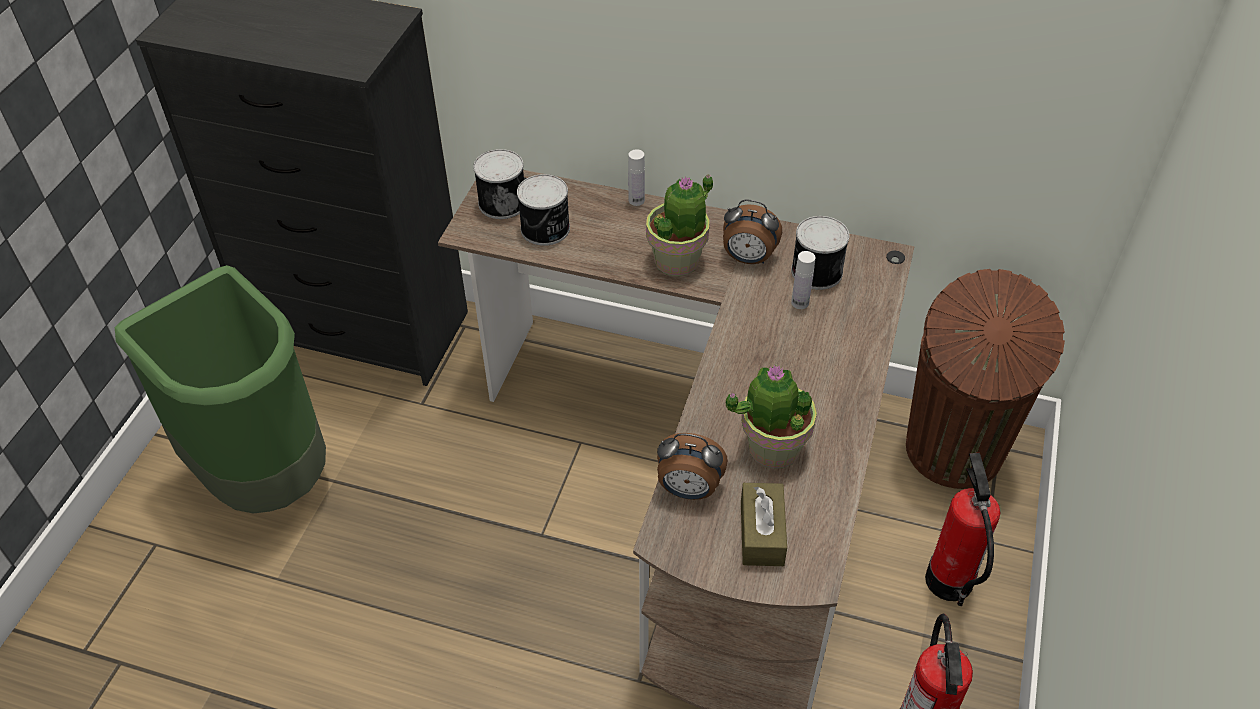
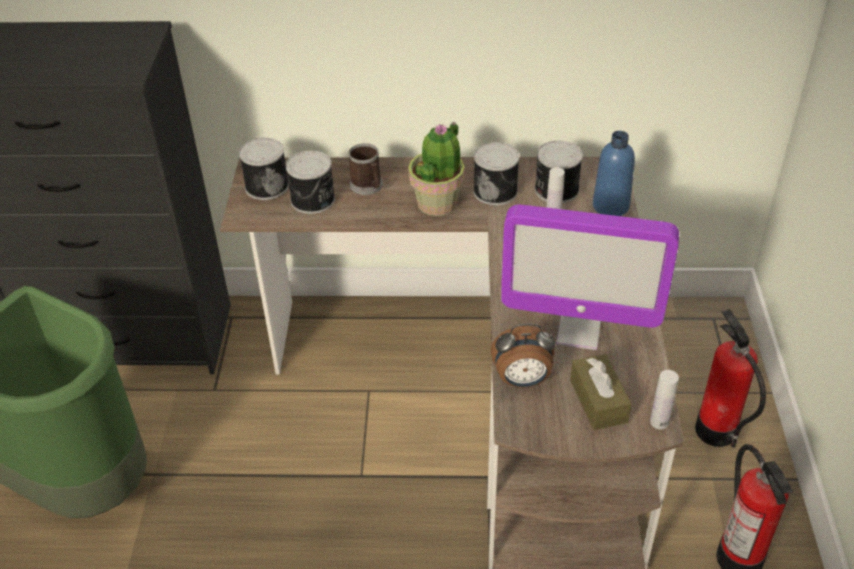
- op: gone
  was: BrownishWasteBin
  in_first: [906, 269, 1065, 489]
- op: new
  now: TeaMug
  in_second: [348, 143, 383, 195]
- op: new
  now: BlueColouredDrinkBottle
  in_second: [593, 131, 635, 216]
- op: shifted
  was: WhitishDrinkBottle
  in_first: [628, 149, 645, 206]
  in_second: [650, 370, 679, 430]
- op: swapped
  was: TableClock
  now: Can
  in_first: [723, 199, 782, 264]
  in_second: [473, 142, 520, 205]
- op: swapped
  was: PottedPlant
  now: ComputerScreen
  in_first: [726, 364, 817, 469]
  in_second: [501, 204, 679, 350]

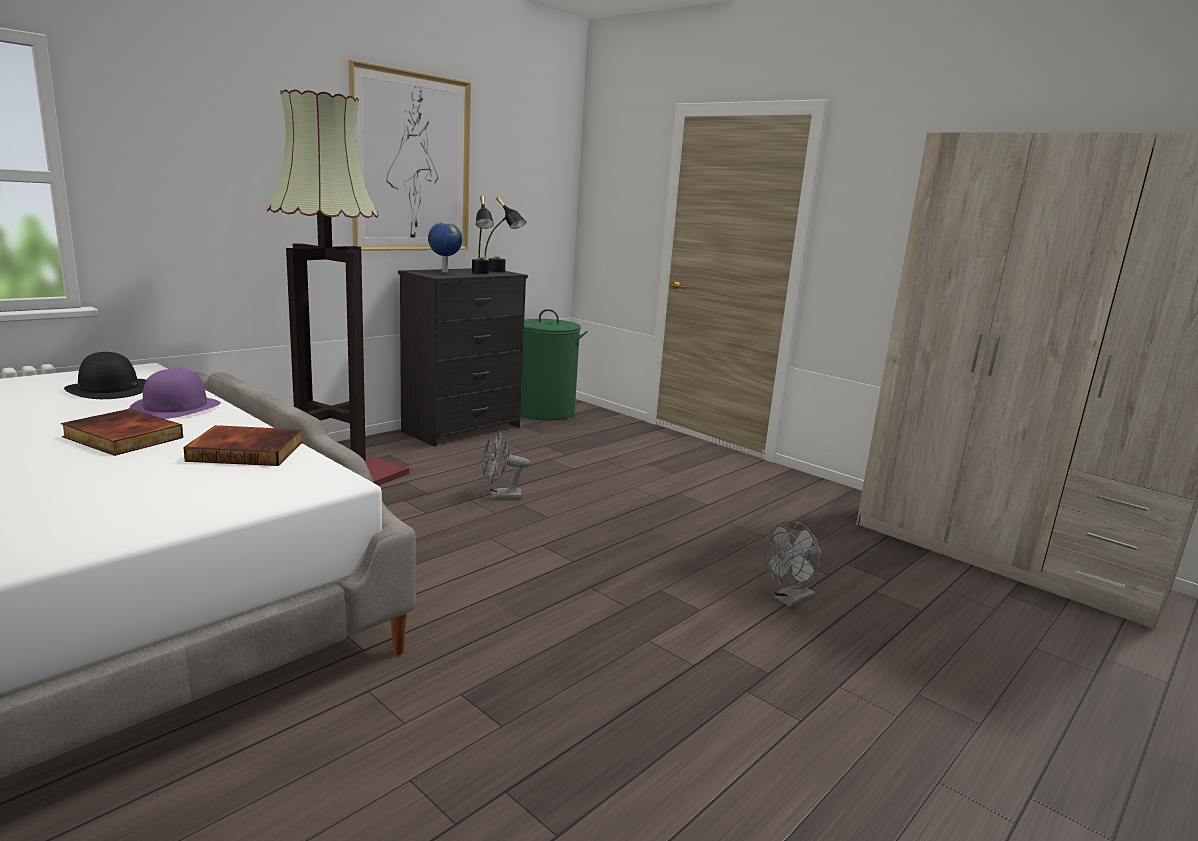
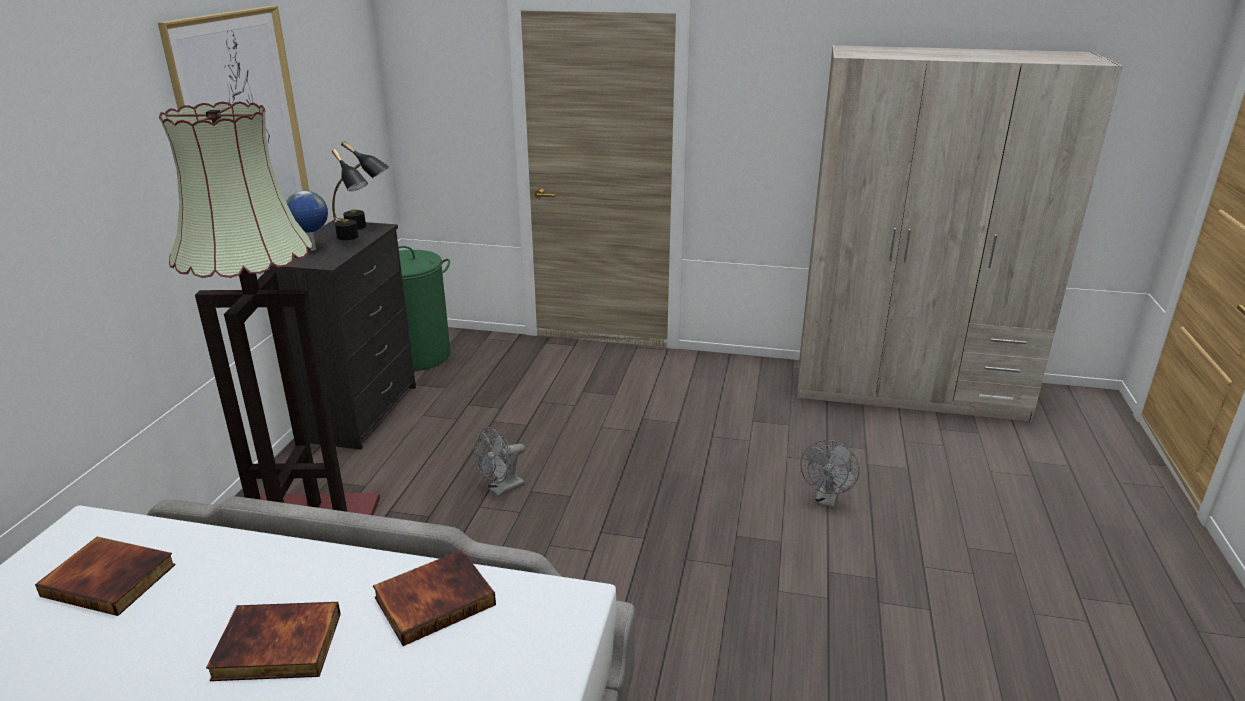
- op: gone
  was: PurpleHat
  in_first: [129, 368, 221, 419]
- op: swapped
  was: BlackishHat
  now: Volume
  in_first: [64, 352, 146, 399]
  in_second: [35, 537, 176, 616]

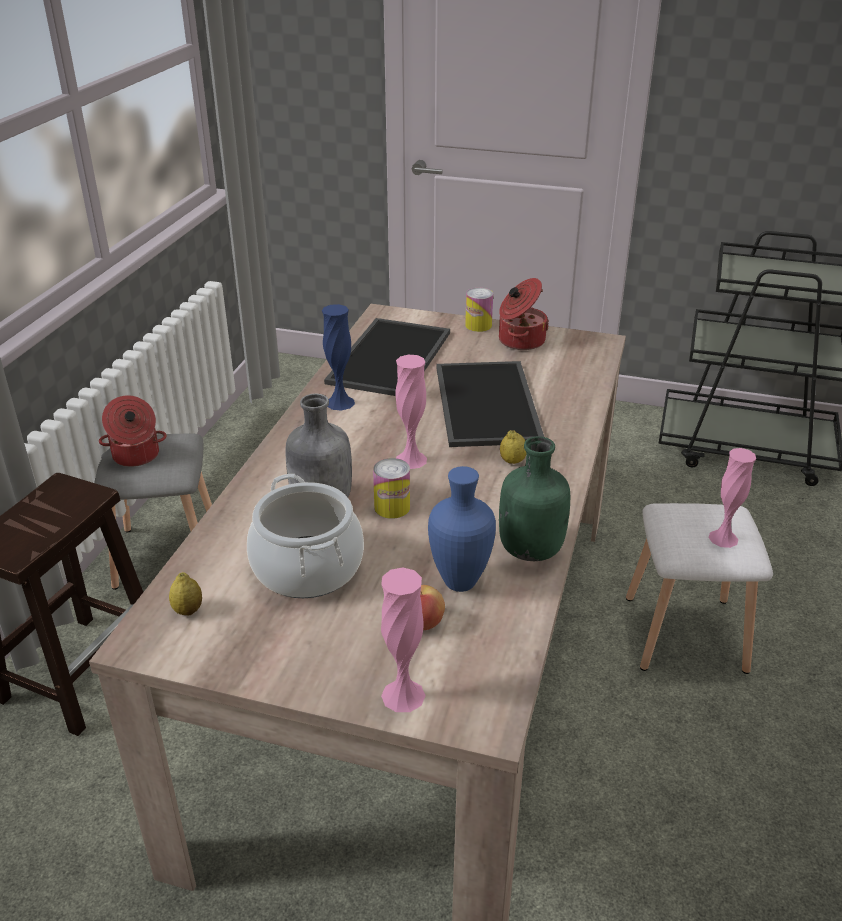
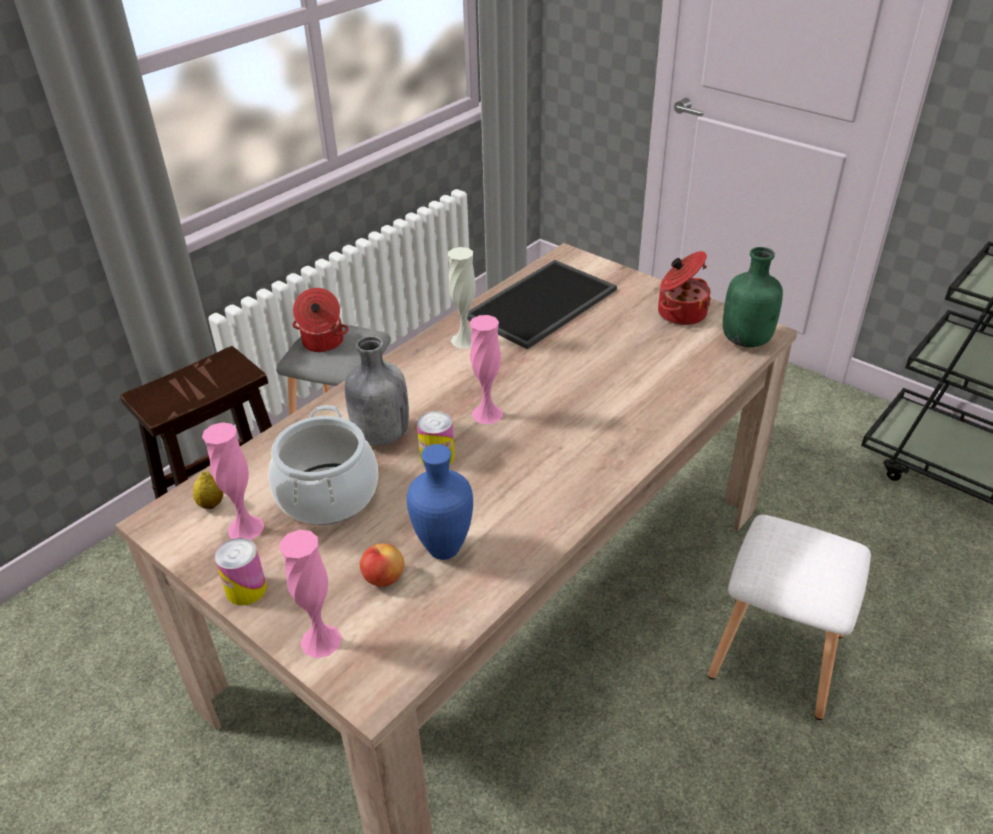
- op: gone
  was: ServingTray
  in_first: [436, 361, 544, 447]
- op: gone
  was: CitrusFruit
  in_first: [500, 430, 526, 464]
- op: shifted
  was: Can
  in_first: [465, 288, 493, 332]
  in_second: [214, 538, 267, 605]
- op: shifted
  was: GreenDrinkBottle
  in_first: [499, 436, 570, 561]
  in_second: [723, 247, 783, 347]
- op: shifted
  was: PinkishDecorativeVase
  in_first: [709, 448, 756, 548]
  in_second: [202, 422, 264, 540]
- op: repainted
  was: BlueColouredDecorativeVase
  now: WhitishDecorativeVase
  in_first: [322, 304, 355, 411]
  in_second: [448, 247, 476, 348]

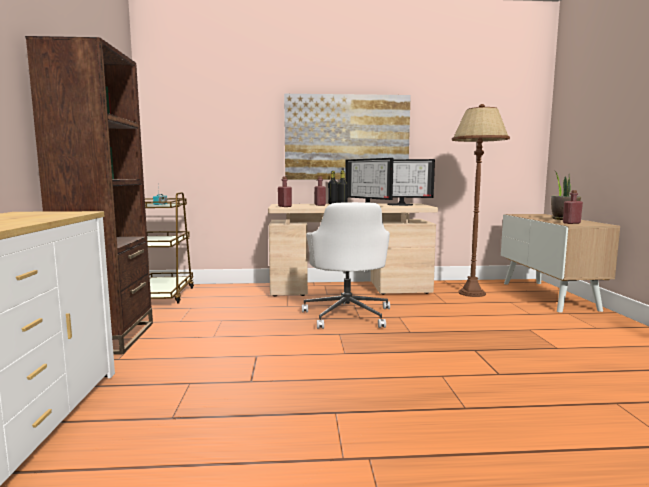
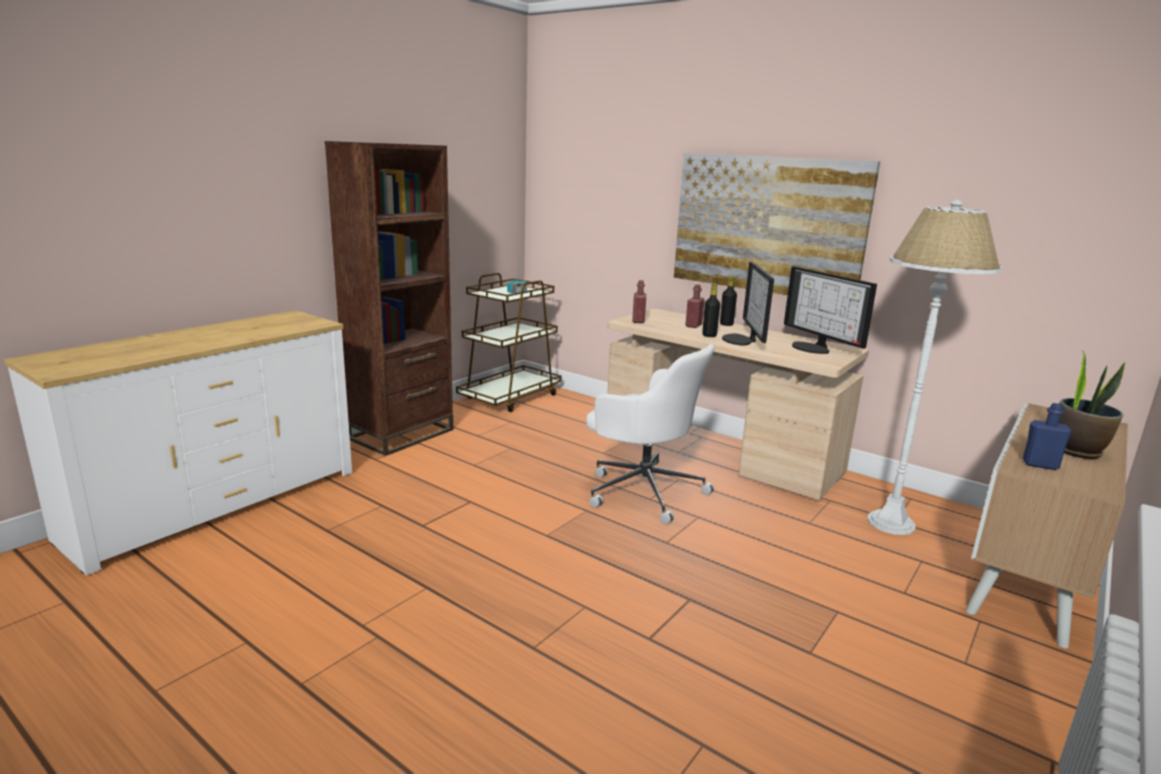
- op: repainted
  was: BrownishFloorLamp
  now: WhitishFloorLamp
  in_first: [452, 104, 510, 297]
  in_second: [867, 200, 1002, 535]
- op: repainted
  was: RedColouredDrinkBottle
  now: BlueColouredDrinkBottle
  in_first: [563, 190, 583, 224]
  in_second: [1023, 403, 1072, 470]
- op: rotated
  was: WhitishComputerChair
  in_first: [302, 202, 390, 329]
  in_second: [586, 344, 714, 524]
  clockwise: -90

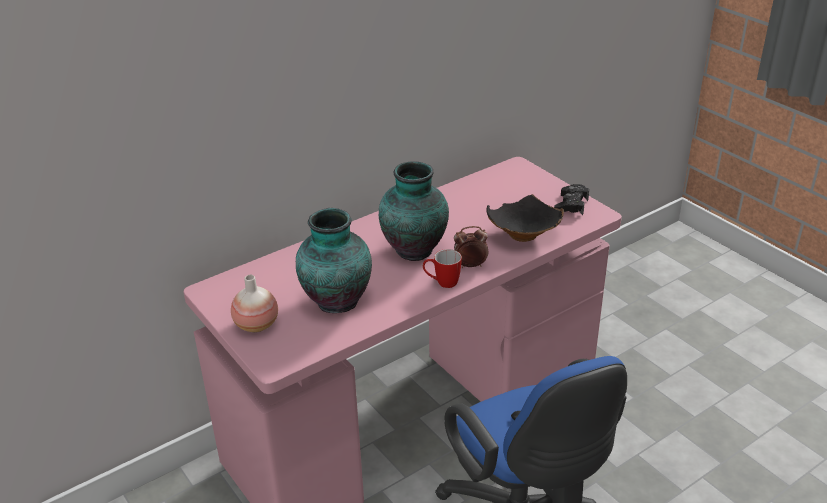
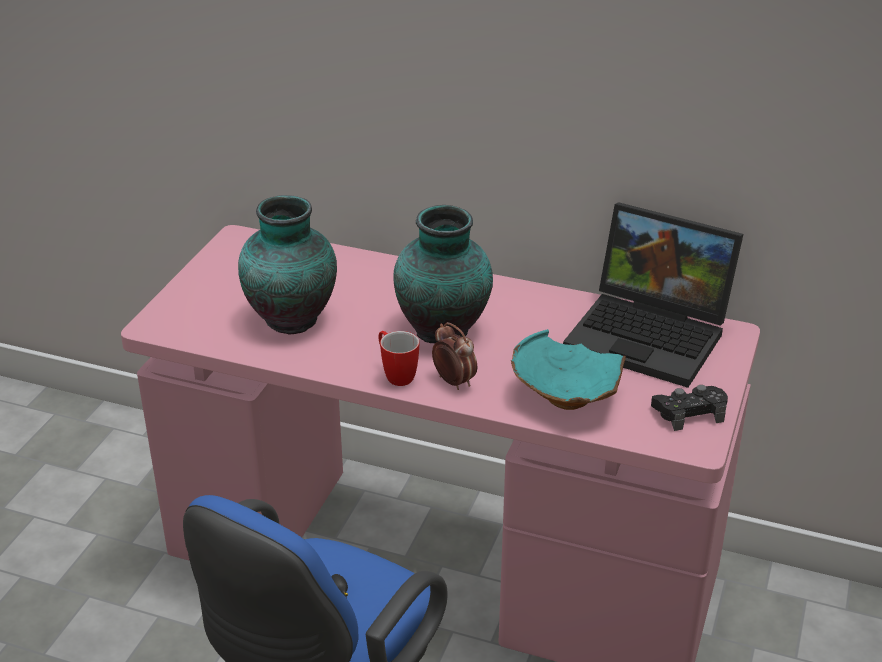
- op: gone
  was: DecorativeVase
  in_first: [231, 275, 278, 332]
- op: new
  now: Laptop
  in_second: [563, 202, 743, 388]
- op: repainted
  was: BlackishBowl
  now: TurquoiseBowl
  in_first: [486, 194, 564, 242]
  in_second: [511, 329, 626, 410]

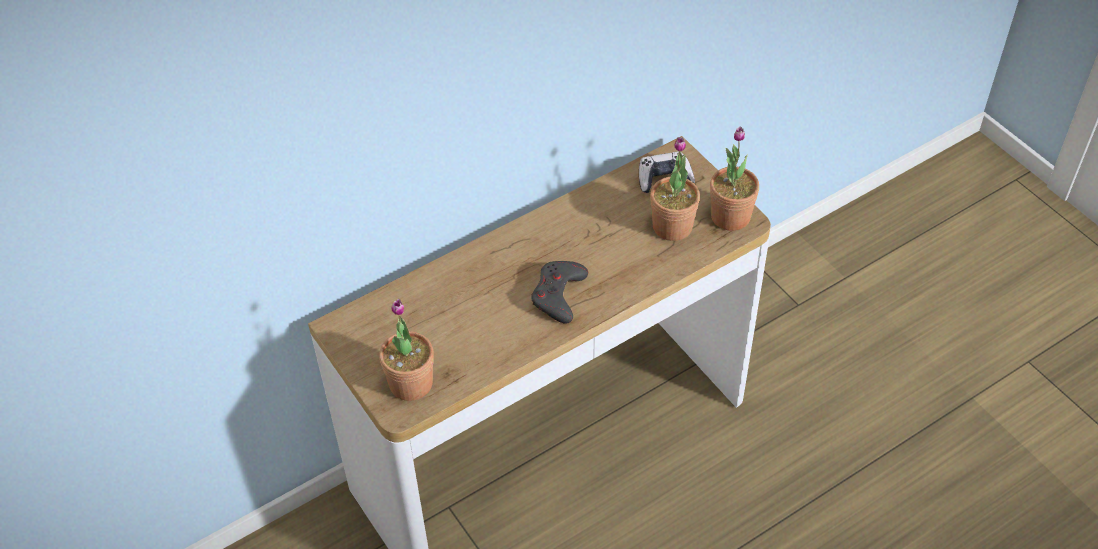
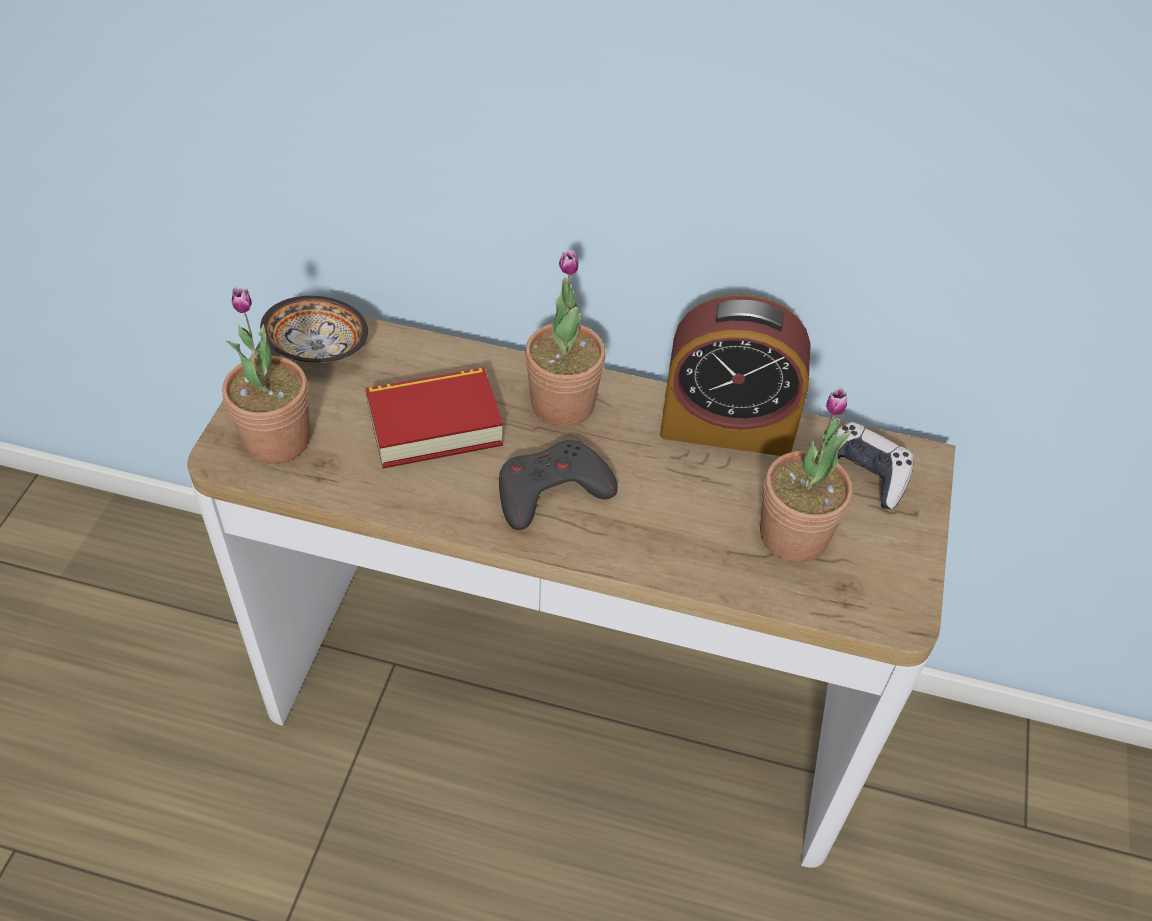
- op: new
  now: Bowl
  in_second: [260, 296, 368, 363]
- op: new
  now: Volume
  in_second: [365, 367, 503, 469]
- op: new
  now: TableClock
  in_second: [660, 294, 811, 456]
- op: shifted
  was: PottedPlant
  in_first: [710, 126, 759, 231]
  in_second: [525, 250, 606, 427]

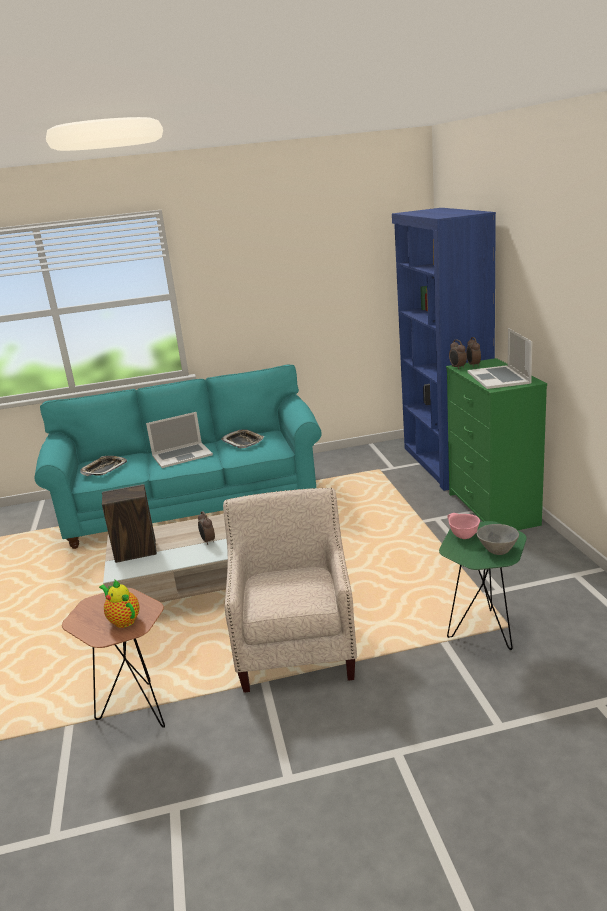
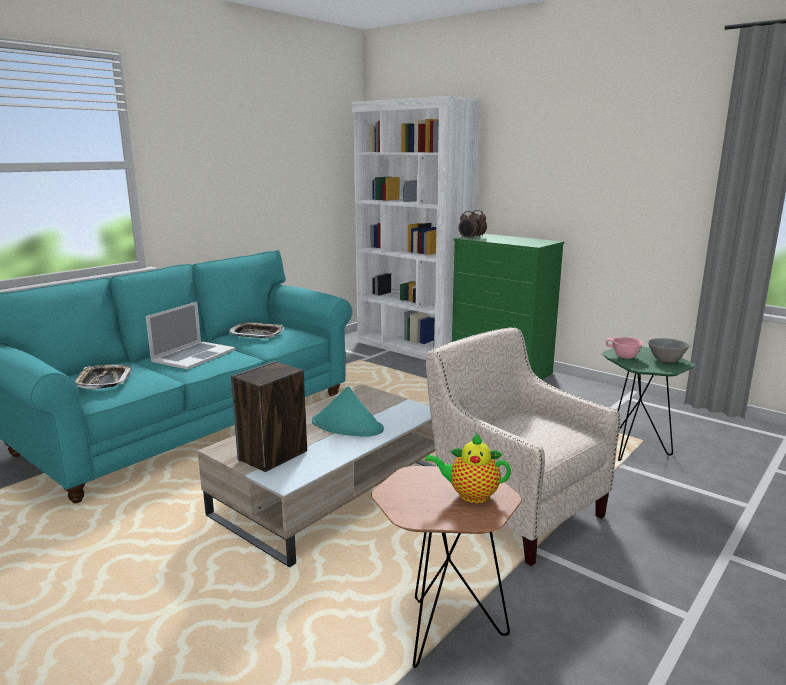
- op: gone
  was: Laptop
  in_first: [468, 328, 532, 389]
- op: swapped
  was: TableClock
  now: TurquoiseHat
  in_first: [198, 511, 215, 545]
  in_second: [312, 386, 384, 437]
- op: repainted
  was: BlueColouredShelvingUnit
  now: WhitishShelvingUnit
  in_first: [392, 208, 496, 491]
  in_second: [352, 96, 481, 360]

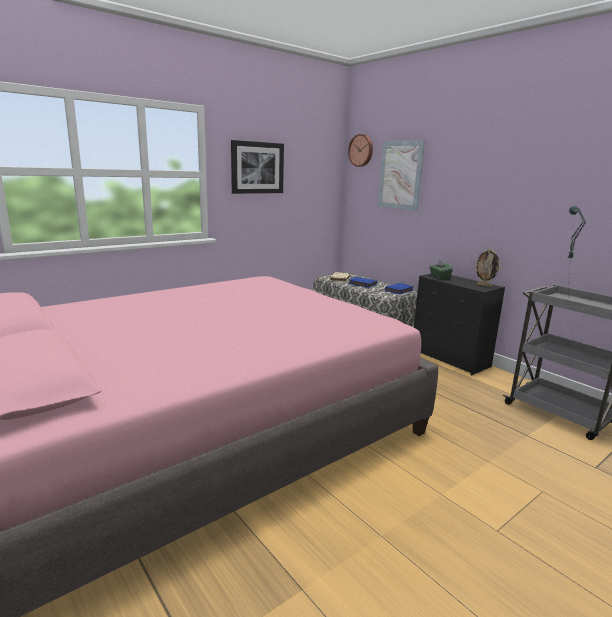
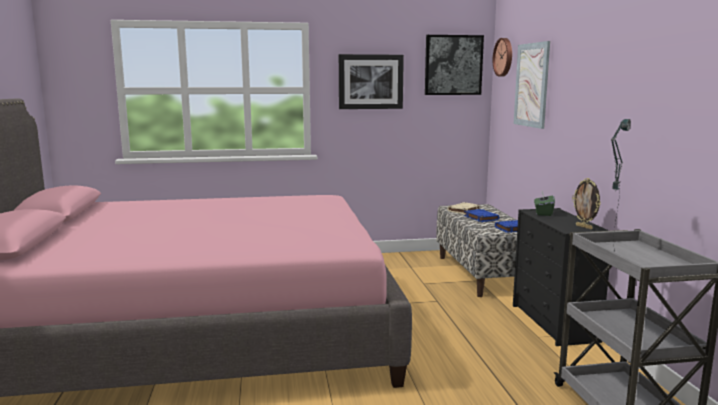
- op: new
  now: Picture
  in_second: [425, 35, 484, 95]

